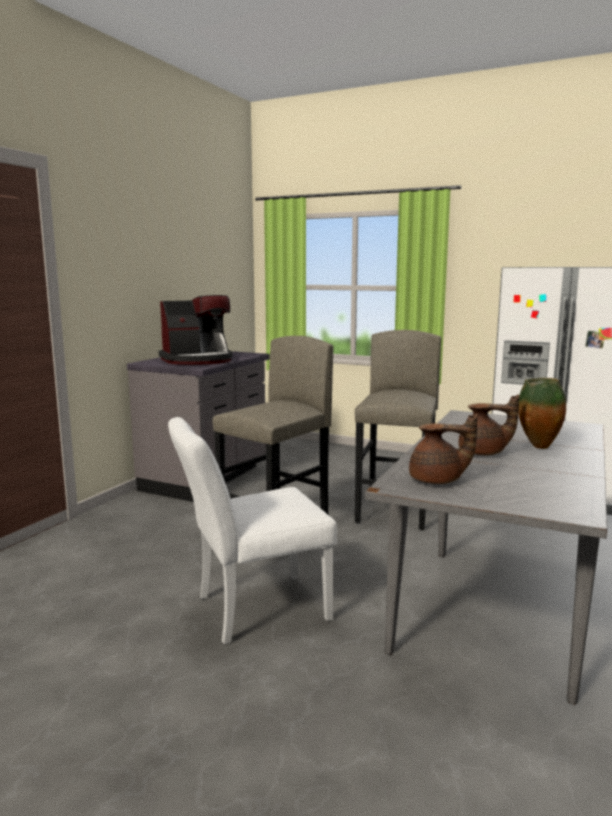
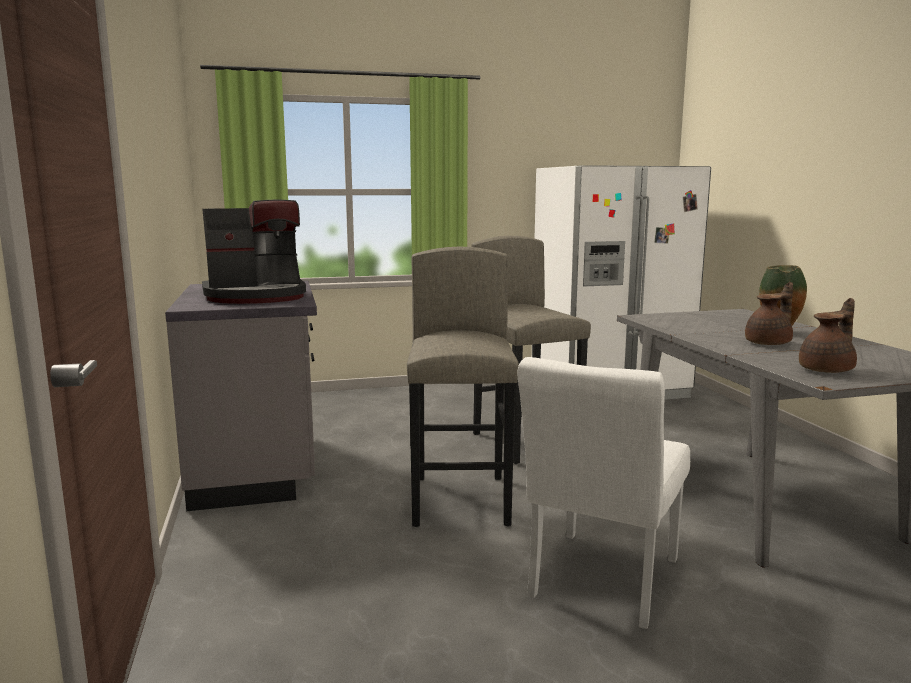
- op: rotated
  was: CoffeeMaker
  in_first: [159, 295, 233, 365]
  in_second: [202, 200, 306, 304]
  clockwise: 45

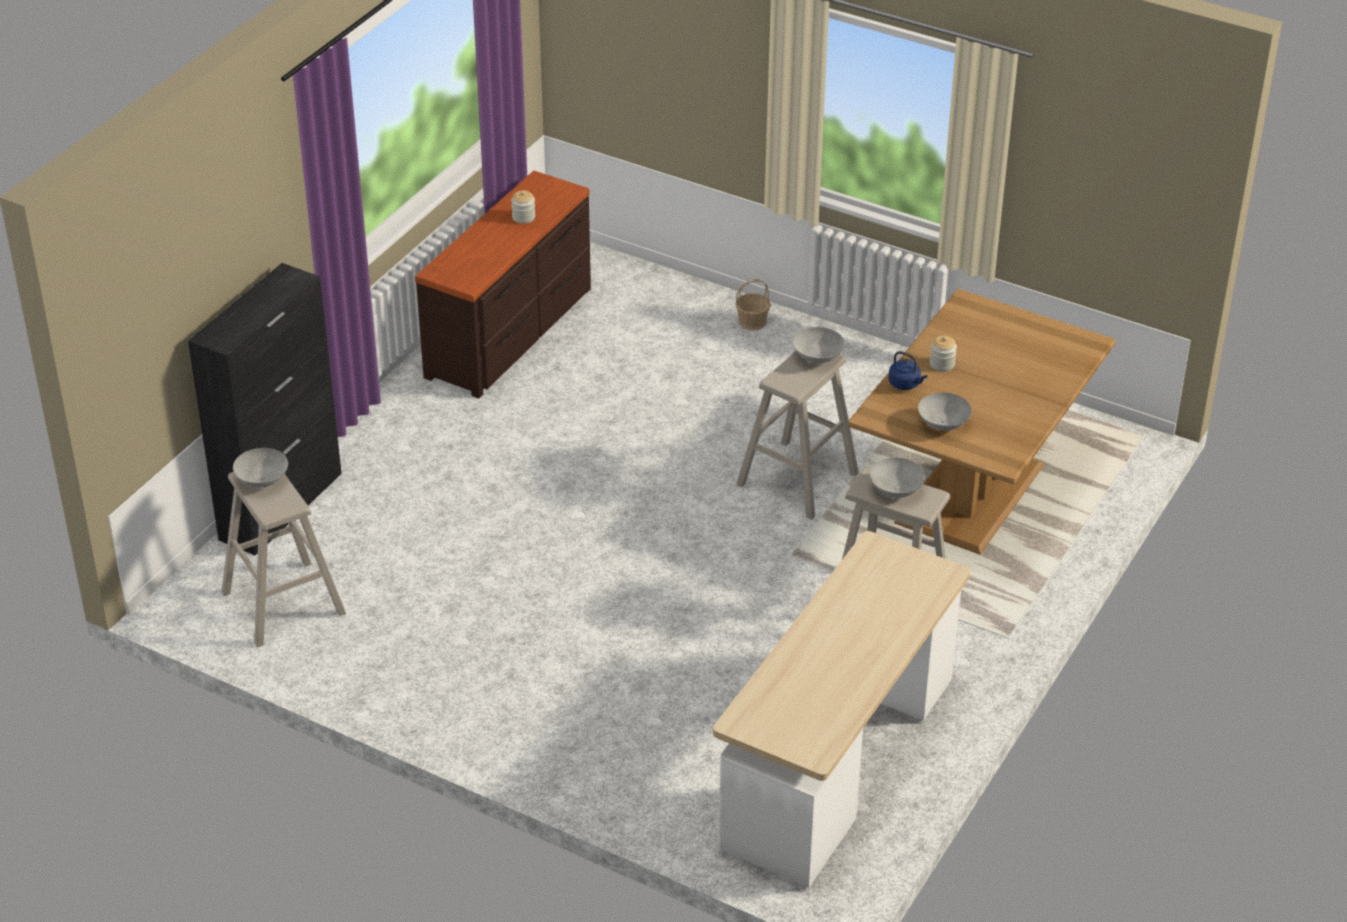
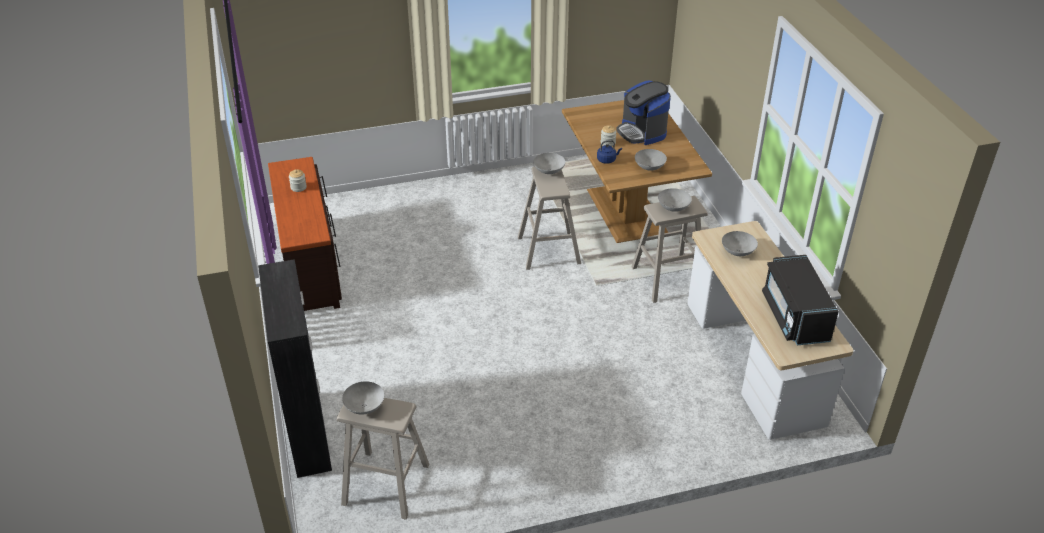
- op: gone
  was: Basket
  in_first: [735, 279, 771, 331]
- op: new
  now: CoffeeMaker
  in_second: [617, 81, 671, 145]
- op: new
  now: GreyishBowl
  in_second: [722, 231, 758, 256]
- op: new
  now: BlackishMicrowave
  in_second: [762, 255, 839, 346]

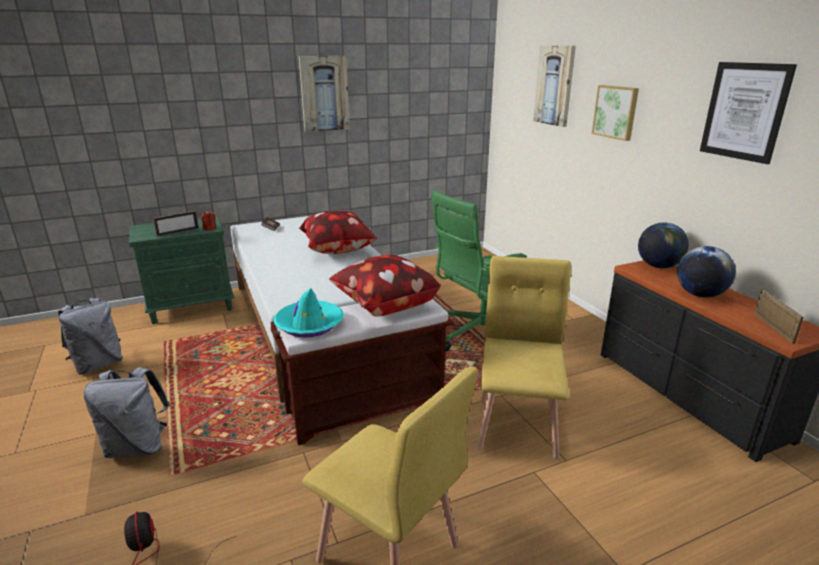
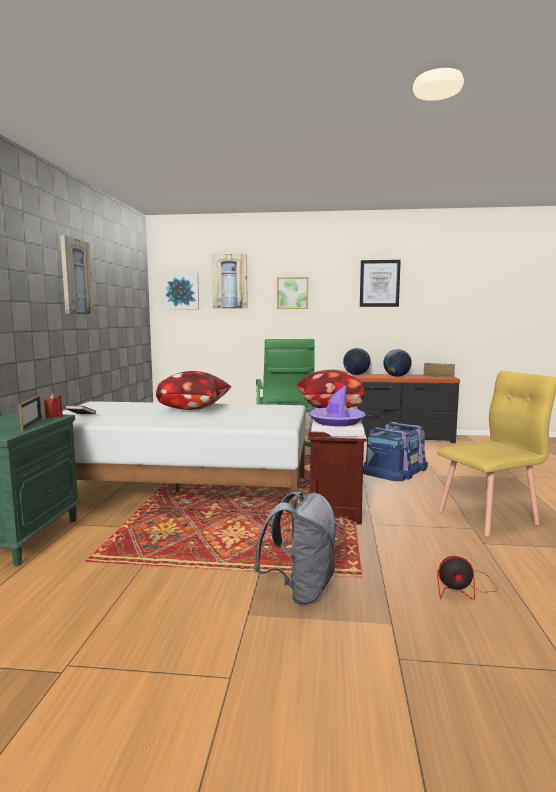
- op: gone
  was: GreyishBackpack
  in_first: [58, 298, 123, 374]
- op: new
  now: Picture
  in_second: [163, 273, 199, 309]
- op: swapped
  was: YellowishChair
  now: BlueColouredStorageBox
  in_first: [476, 256, 571, 459]
  in_second: [363, 422, 428, 481]
- op: repainted
  was: TurquoiseHat
  now: PurpleHat
  in_first: [273, 288, 344, 338]
  in_second: [309, 385, 366, 426]

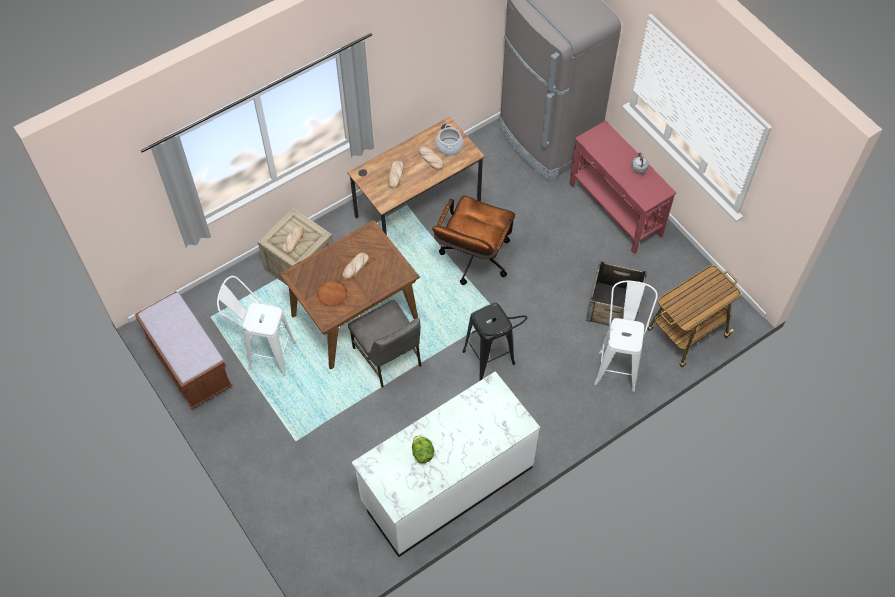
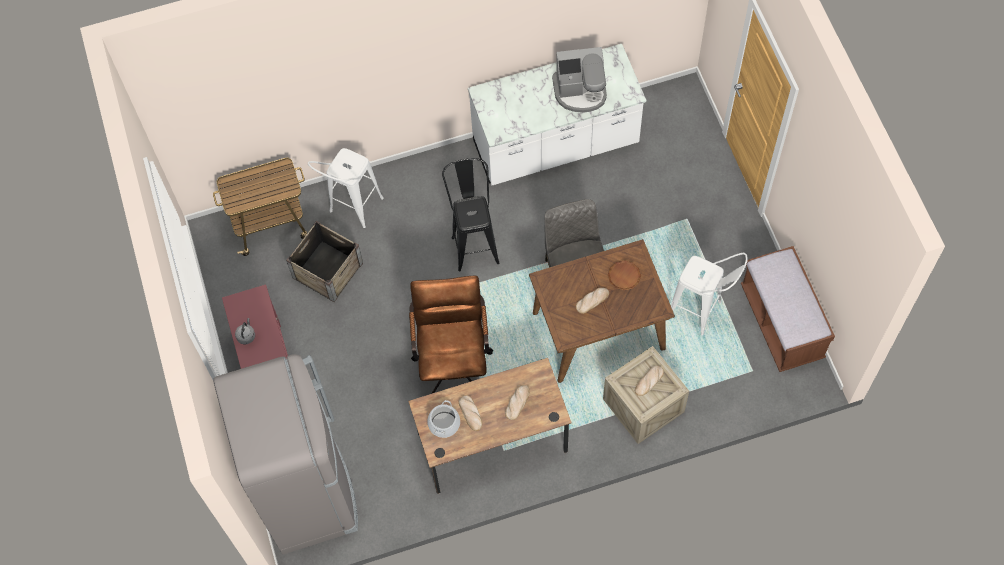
- op: swapped
  was: HeadOfLettuce
  now: CoffeeMaker
  in_first: [412, 436, 434, 463]
  in_second: [552, 47, 607, 113]
- op: rotated
  was: BrownishComputerChair
  in_first: [432, 196, 515, 285]
  in_second: [409, 276, 493, 394]
  clockwise: -45

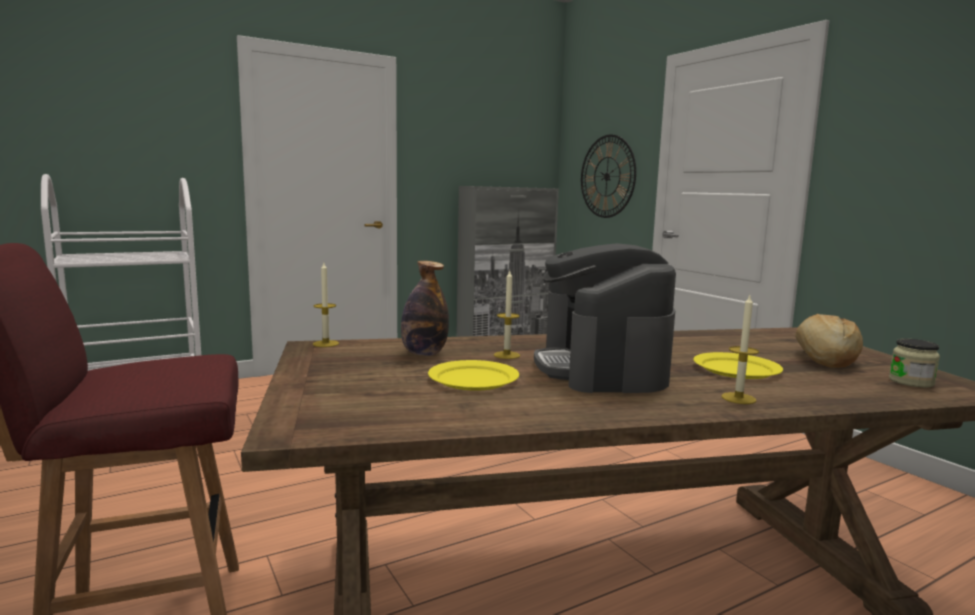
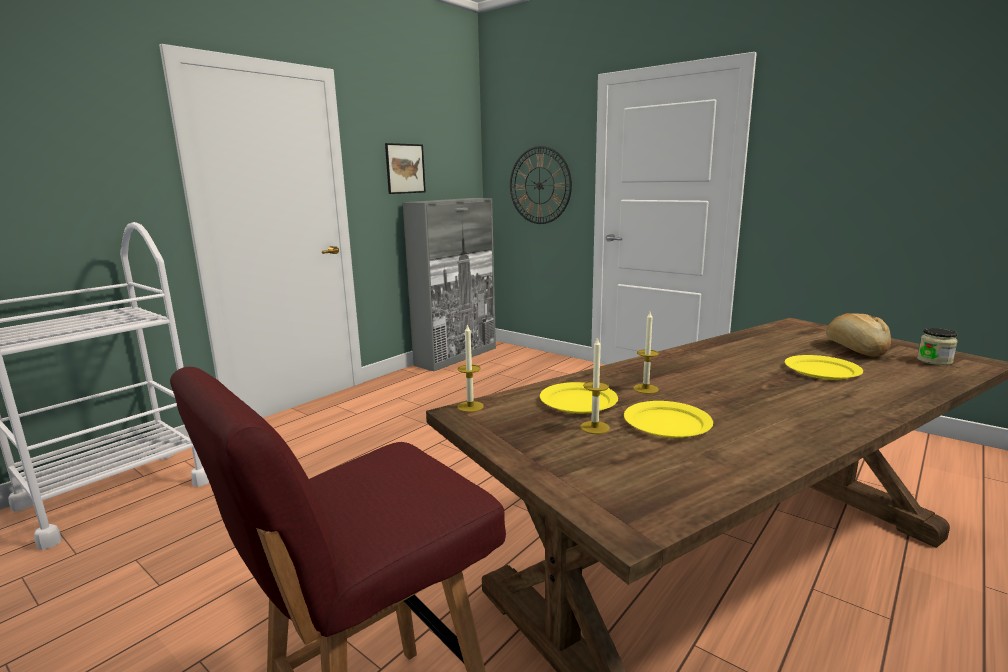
- op: gone
  was: CoffeeMaker
  in_first: [534, 243, 676, 393]
- op: new
  now: Picture
  in_second: [385, 143, 426, 194]
- op: shifted
  was: WaxCandle
  in_first: [722, 296, 759, 404]
  in_second: [580, 337, 610, 434]
- op: swapped
  was: DrinkBottle
  now: YellowishDinnerPlate
  in_first: [401, 261, 449, 356]
  in_second: [540, 382, 618, 414]

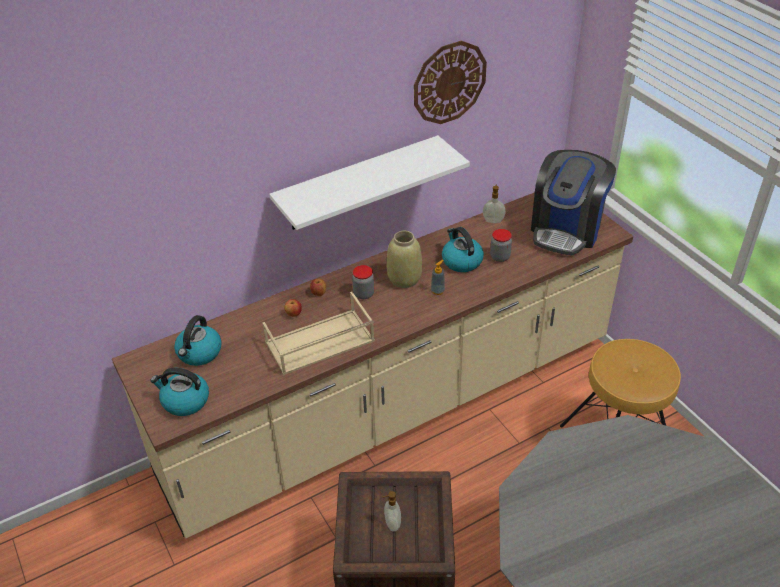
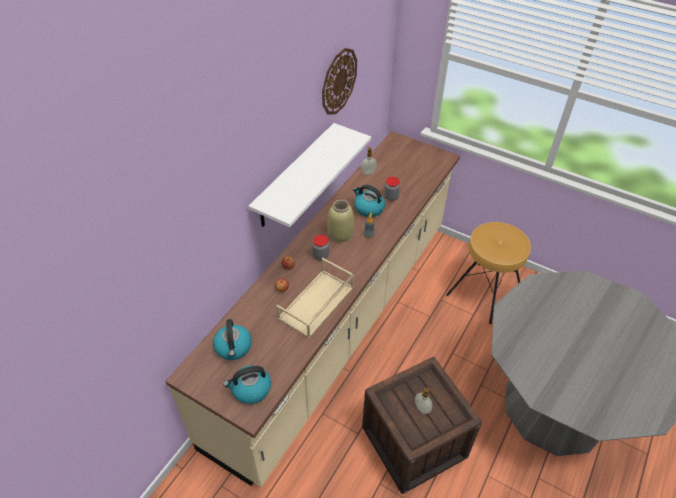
- op: gone
  was: CoffeeMaker
  in_first: [531, 150, 616, 255]

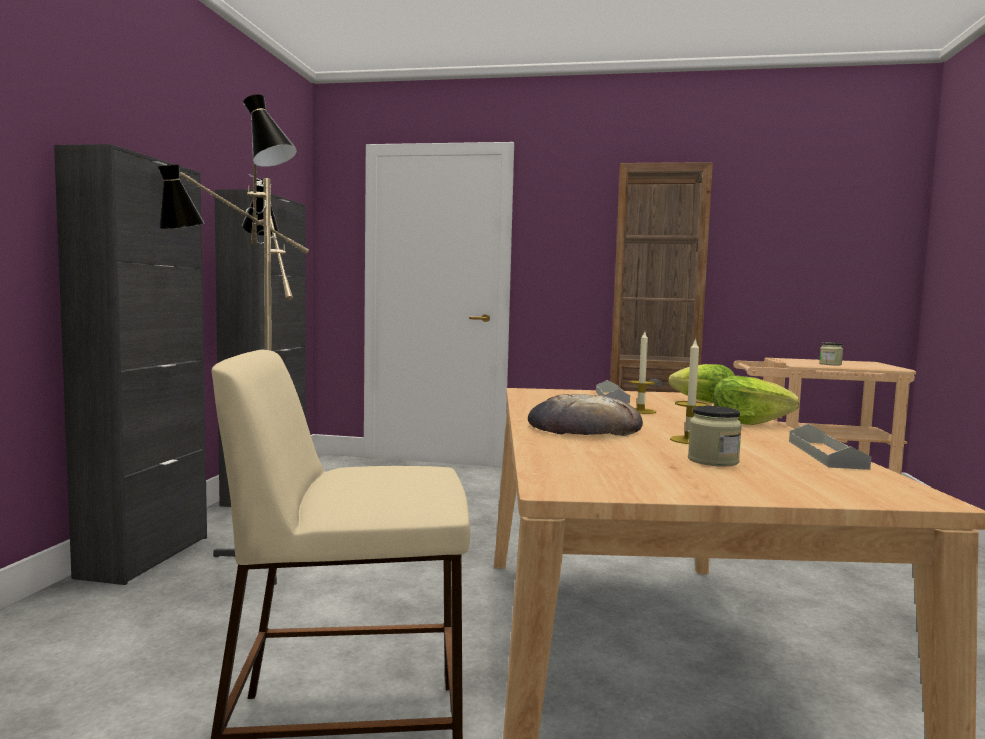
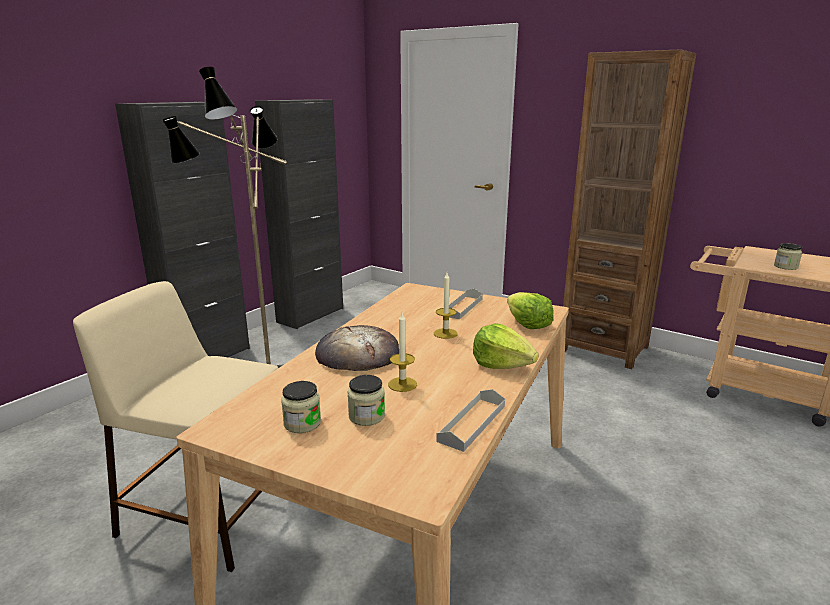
- op: new
  now: Jar
  in_second: [281, 381, 321, 433]

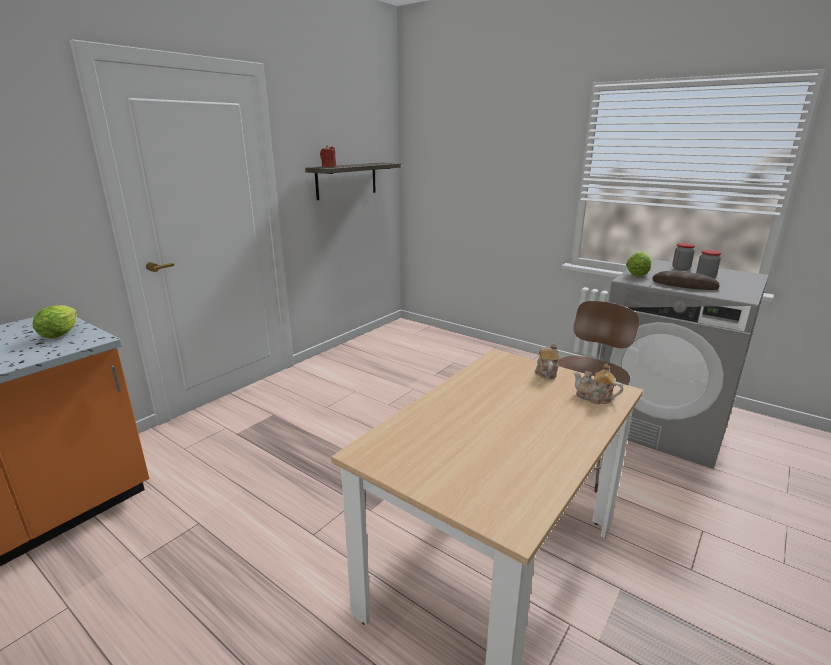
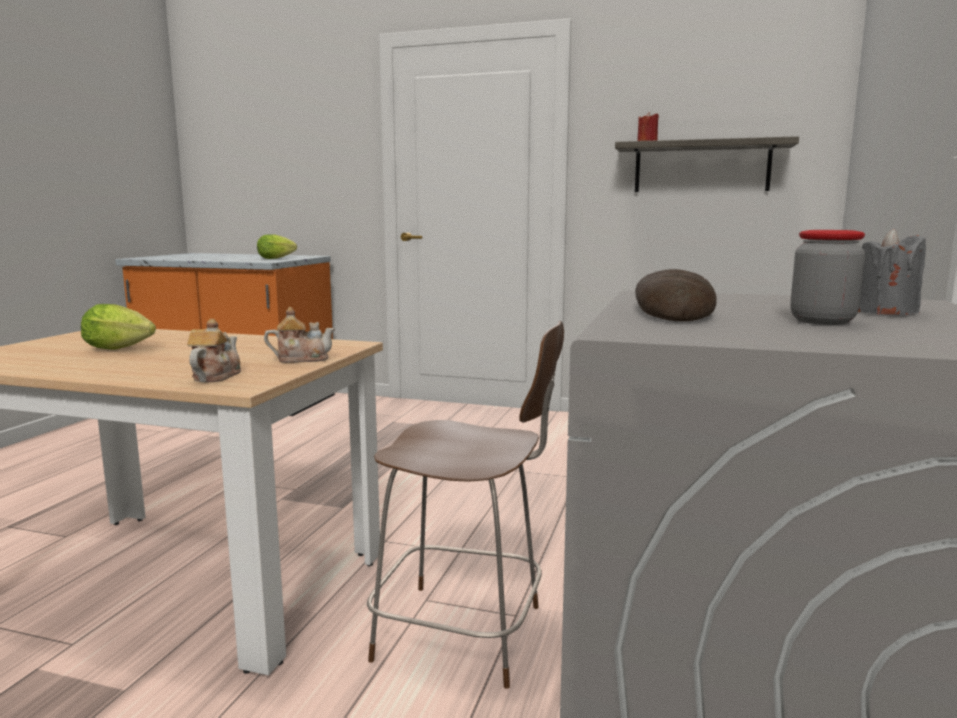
- op: shifted
  was: HeadOfLettuce
  in_first: [626, 251, 651, 276]
  in_second: [81, 304, 156, 350]
- op: swapped
  was: Jar
  now: GreyishWaxCandle
  in_first: [672, 243, 695, 271]
  in_second: [858, 229, 926, 315]

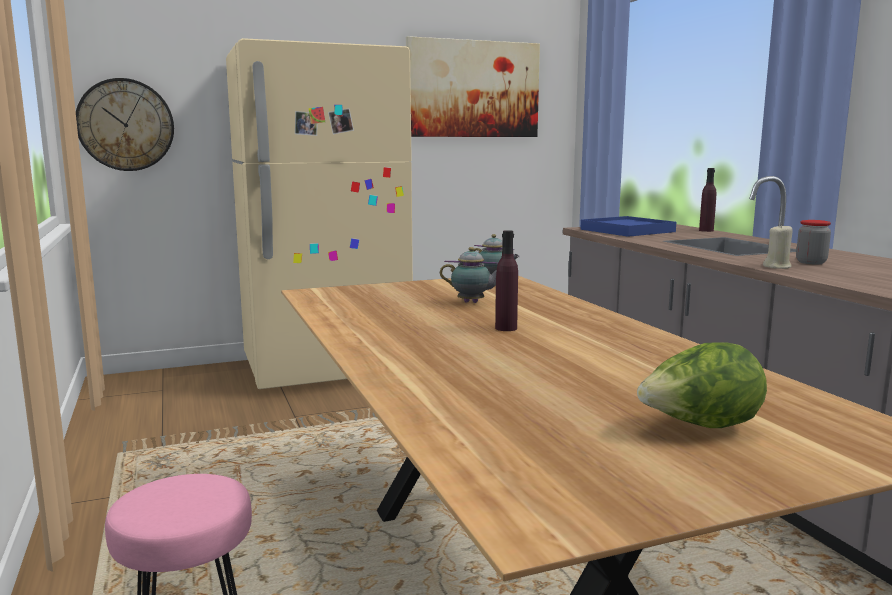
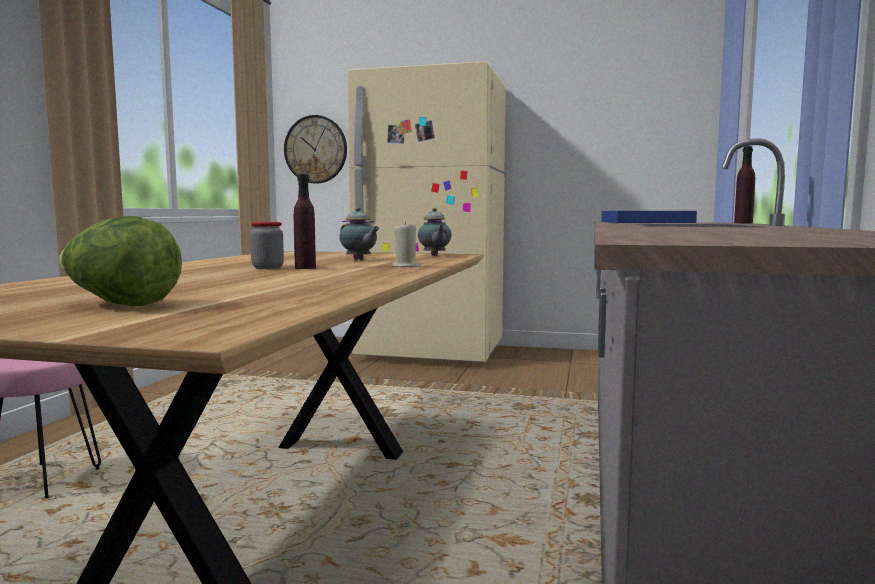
- op: gone
  was: Picture
  in_first: [406, 36, 540, 137]
- op: shifted
  was: SandColouredWaxCandle
  in_first: [763, 224, 793, 269]
  in_second: [392, 222, 420, 267]
- op: shifted
  was: Jar
  in_first: [796, 220, 831, 264]
  in_second: [250, 222, 284, 269]

